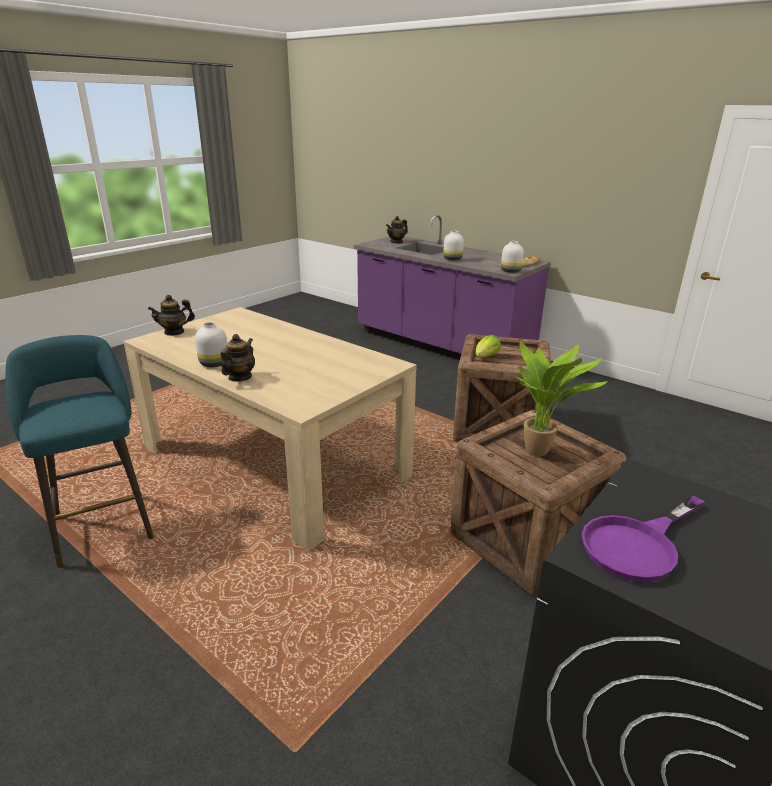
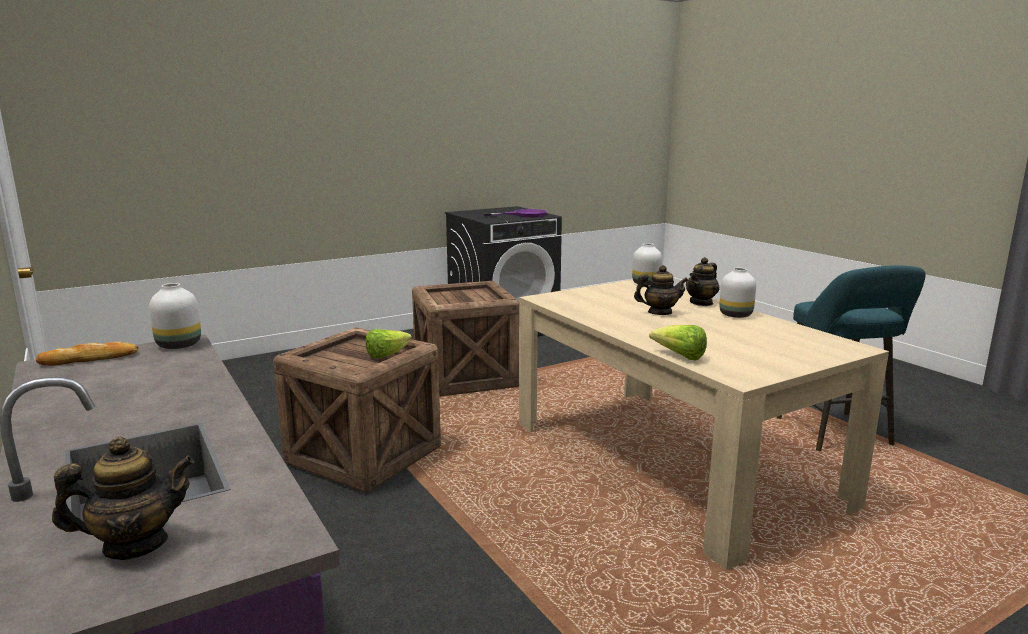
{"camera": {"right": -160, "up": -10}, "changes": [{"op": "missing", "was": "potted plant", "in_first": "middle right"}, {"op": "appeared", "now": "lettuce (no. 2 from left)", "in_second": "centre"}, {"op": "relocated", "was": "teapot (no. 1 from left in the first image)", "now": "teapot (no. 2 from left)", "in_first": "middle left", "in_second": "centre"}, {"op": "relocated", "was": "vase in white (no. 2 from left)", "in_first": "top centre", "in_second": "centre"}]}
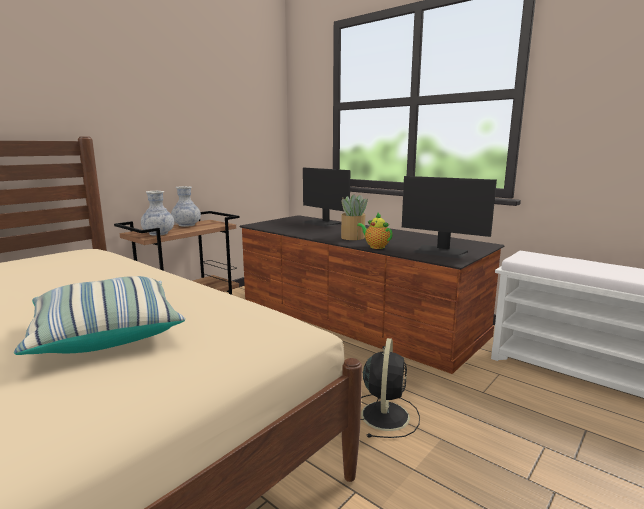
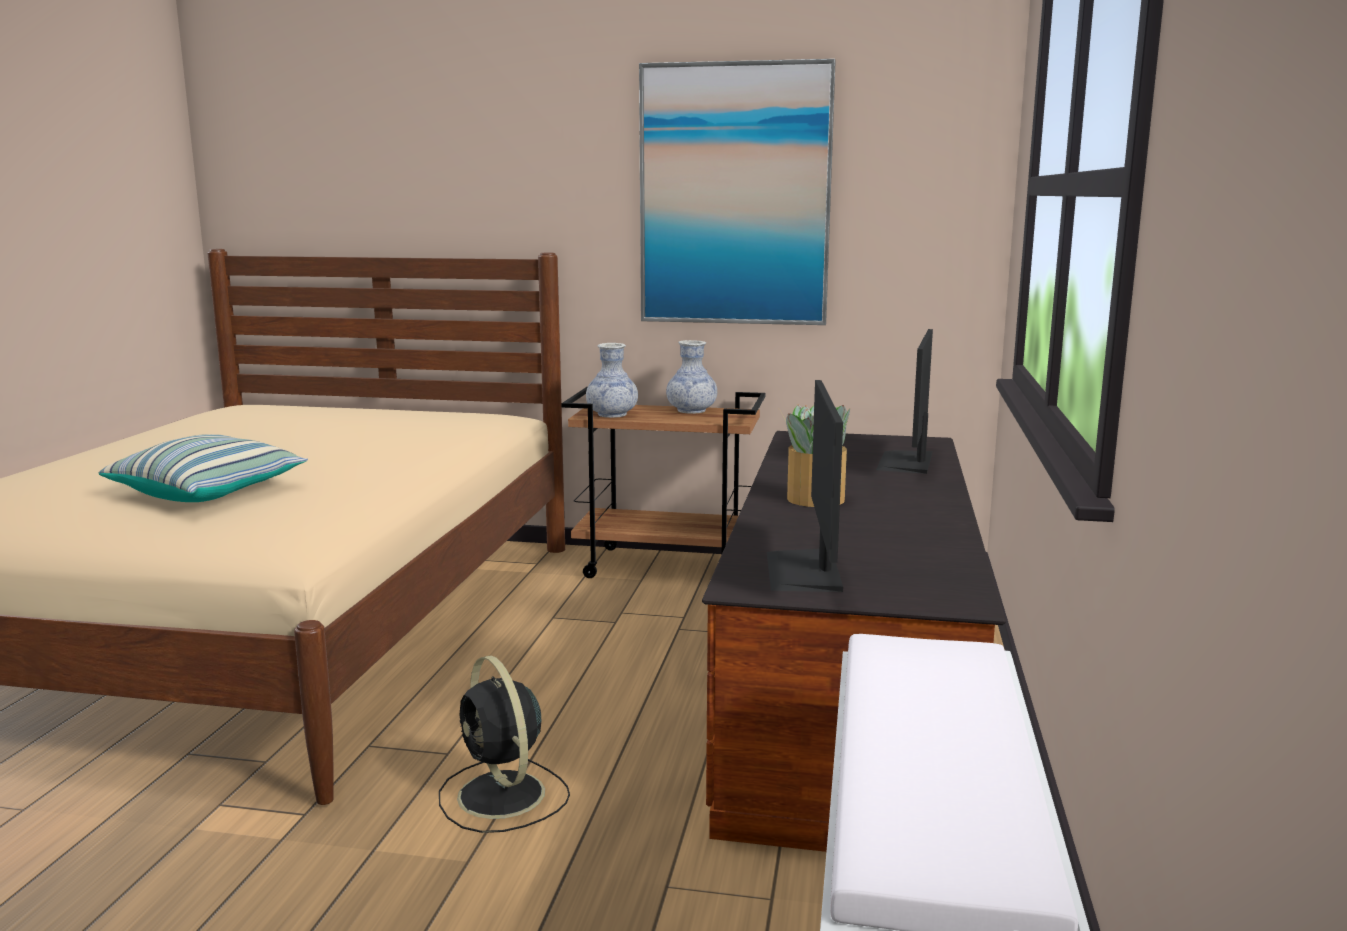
{"camera": {"right": 60, "up": 0}, "changes": [{"op": "missing", "was": "teapot", "in_first": "centre"}, {"op": "appeared", "now": "picture", "in_second": "top centre"}, {"op": "spun", "was": "fan in black", "in_first": "bottom centre", "in_second": "bottom centre", "clockwise": 75}]}
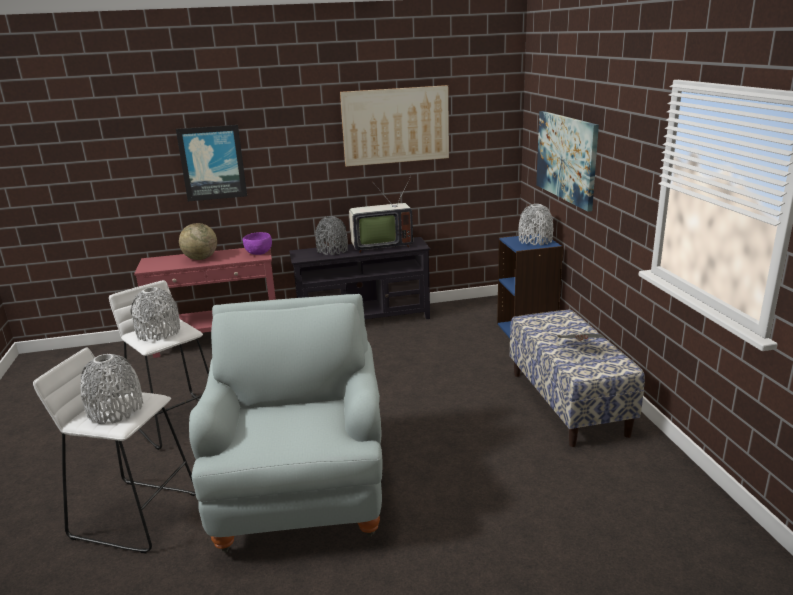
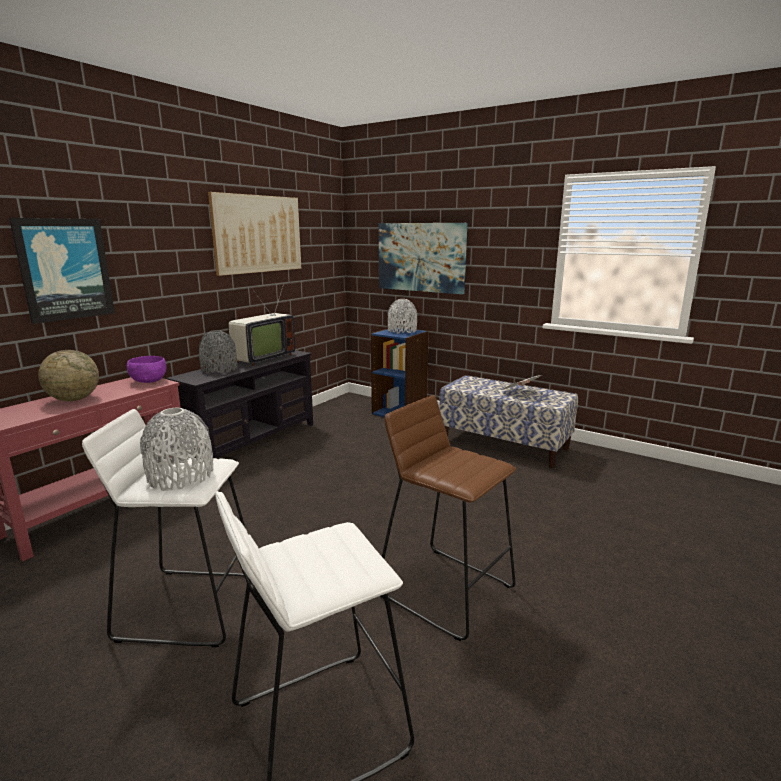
{"camera": {"right": -45, "up": -5}, "changes": [{"op": "missing", "was": "vase in grey (no. 1 from left)", "in_first": "middle left"}, {"op": "exchanged", "was": "armchair in grey", "now": "stool in brown", "in_first": "bottom centre", "in_second": "centre"}]}
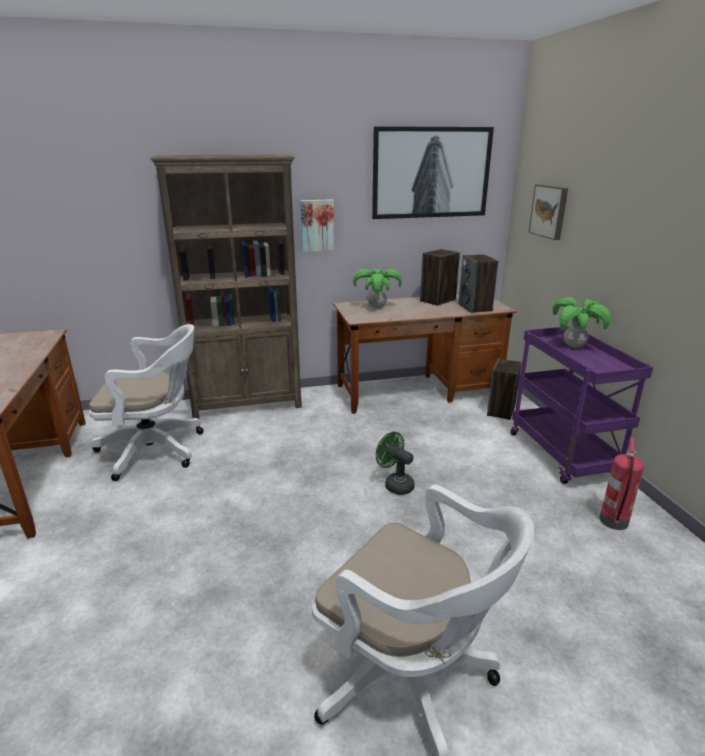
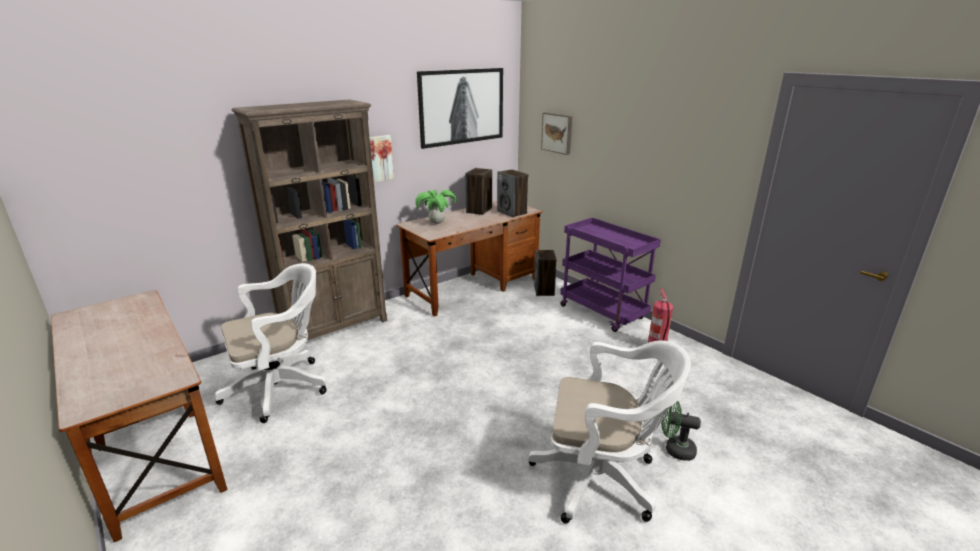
{"camera": {"right": -25, "up": 0}, "changes": [{"op": "missing", "was": "potted plant (no. 2 from left)", "in_first": "middle right"}, {"op": "relocated", "was": "fan in green", "in_first": "centre", "in_second": "bottom right"}]}
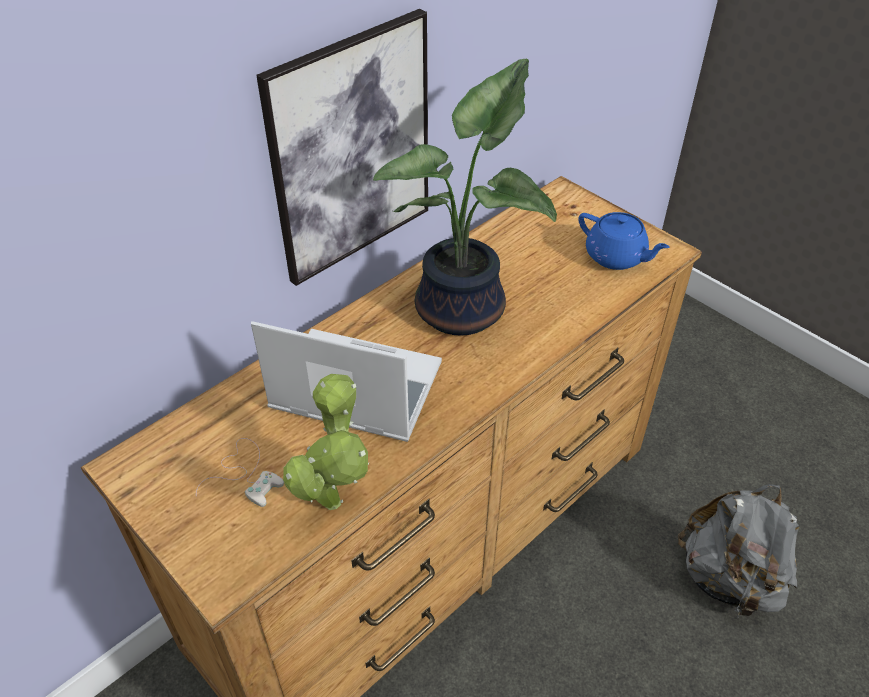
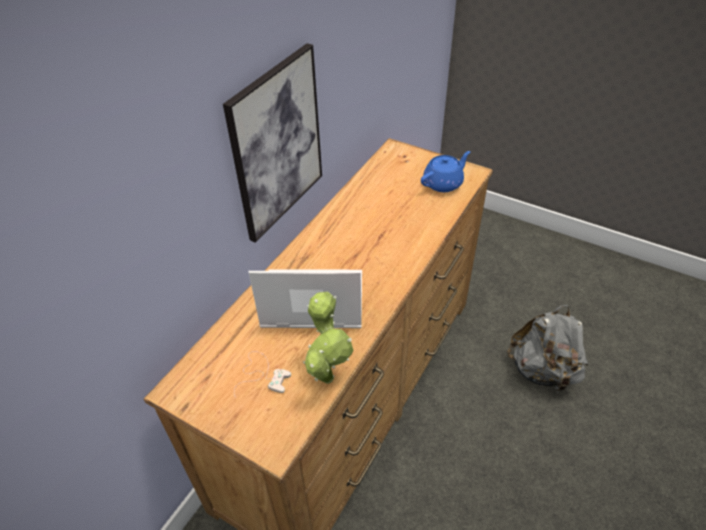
{"camera": {"right": -15, "up": 0}, "changes": [{"op": "missing", "was": "potted plant (no. 2 from left)", "in_first": "top centre"}, {"op": "spun", "was": "teapot in blue", "in_first": "middle right", "in_second": "top centre", "clockwise": -60}]}
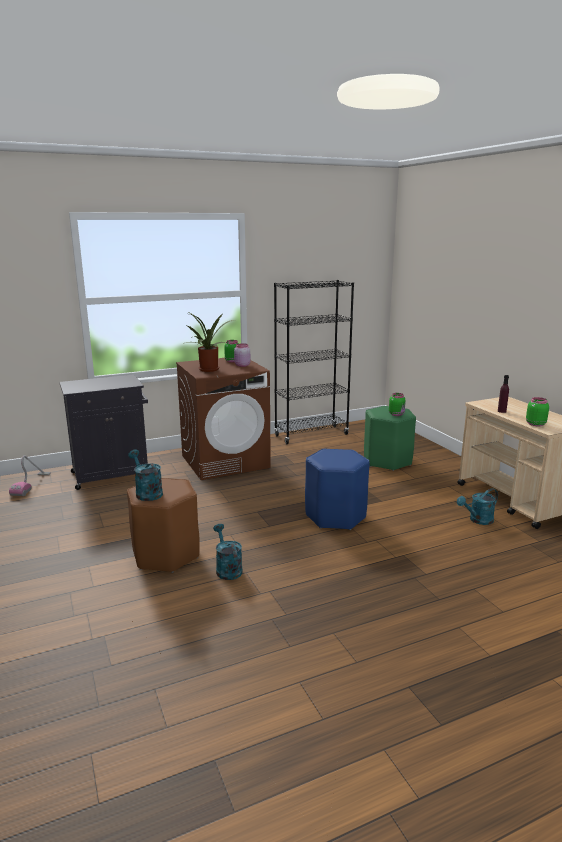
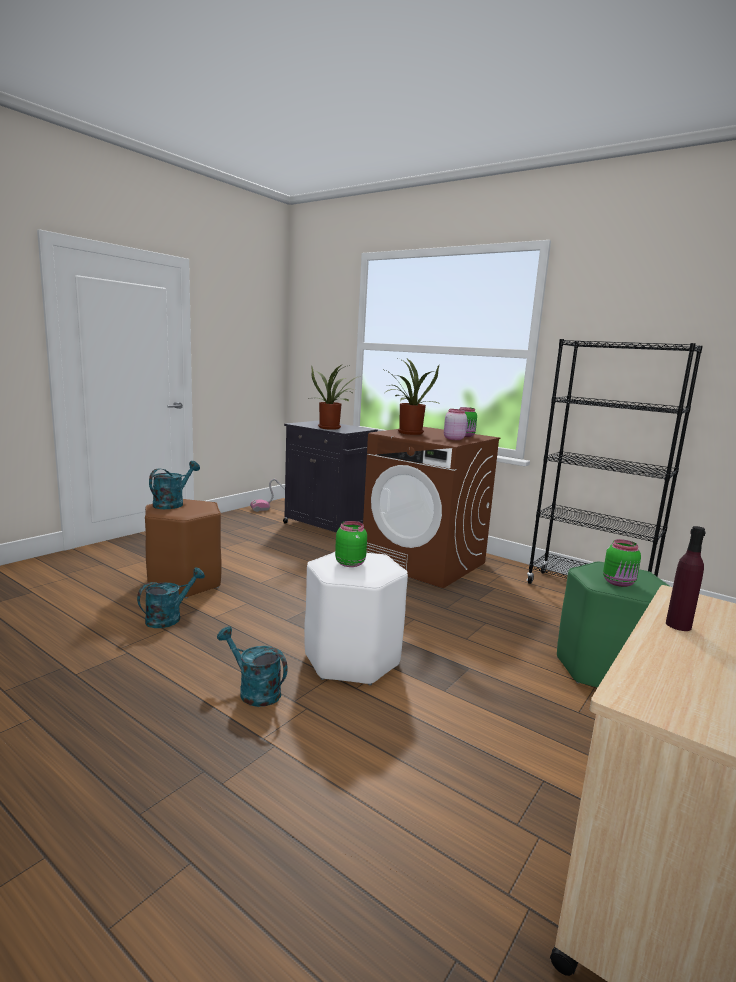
{"camera": {"right": 60, "up": -5}, "changes": [{"op": "appeared", "now": "potted plant (no. 1 from left)", "in_second": "centre"}, {"op": "relocated", "was": "watering can in turquoise (no. 3 from left)", "in_first": "middle right", "in_second": "bottom centre"}, {"op": "relocated", "was": "jar in green (no. 3 from left in the first image)", "now": "jar in green (no. 1 from left)", "in_first": "middle right", "in_second": "centre"}, {"op": "colour", "was": "stool in blue", "now": "stool in white", "in_first": "centre", "in_second": "centre"}]}
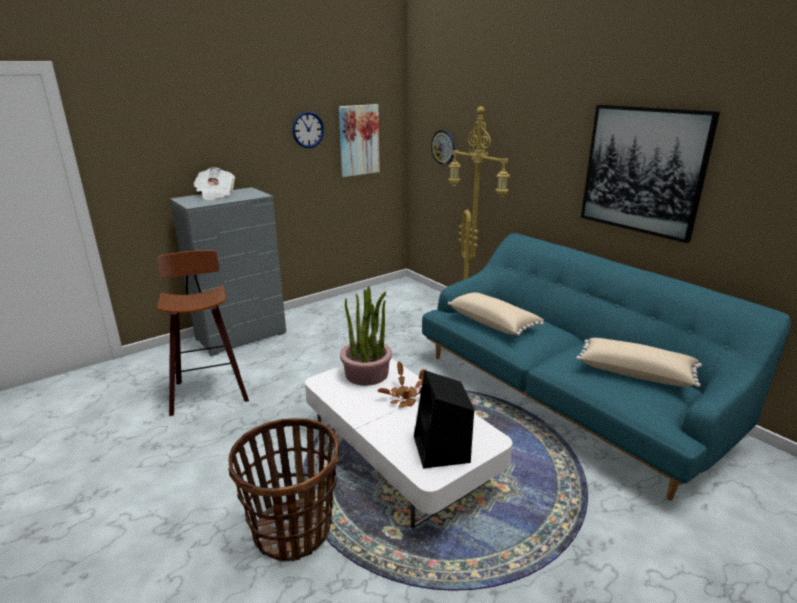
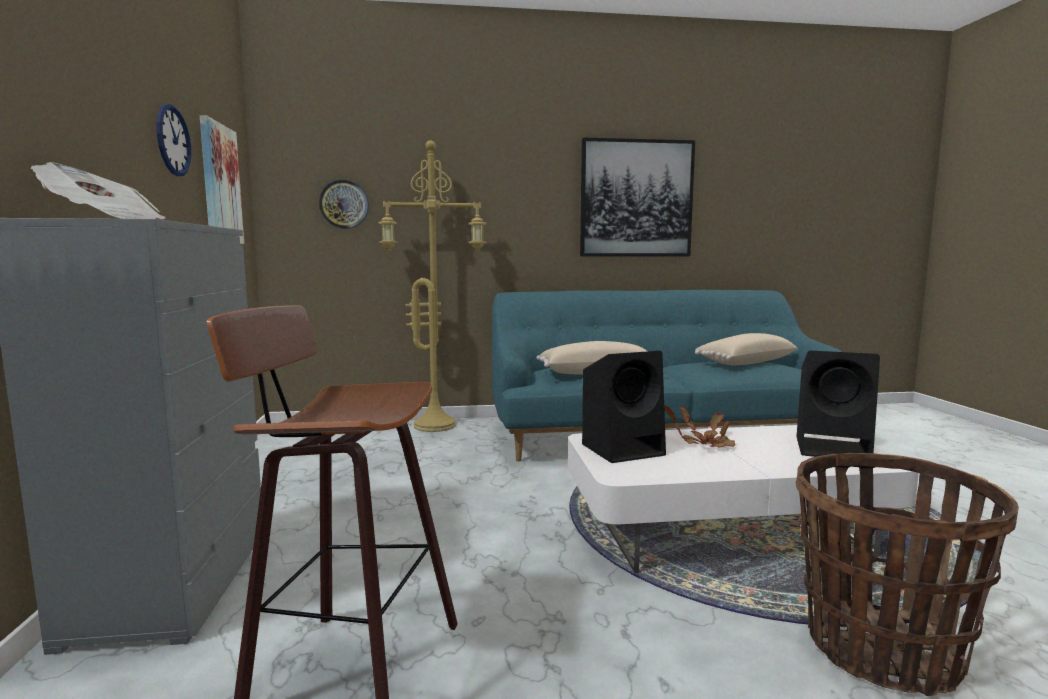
{"camera": {"right": -60, "up": -15}, "changes": [{"op": "exchanged", "was": "potted plant (no. 1 from left)", "now": "speaker in black (no. 1 from left)", "in_first": "centre", "in_second": "centre"}]}
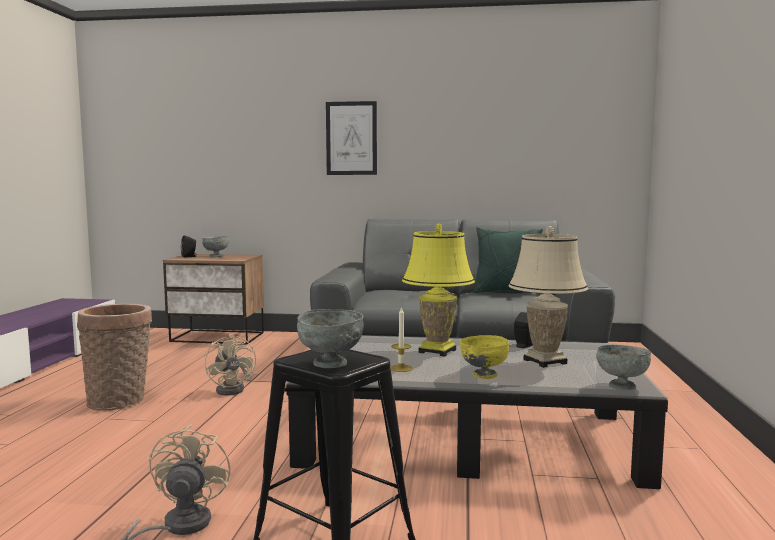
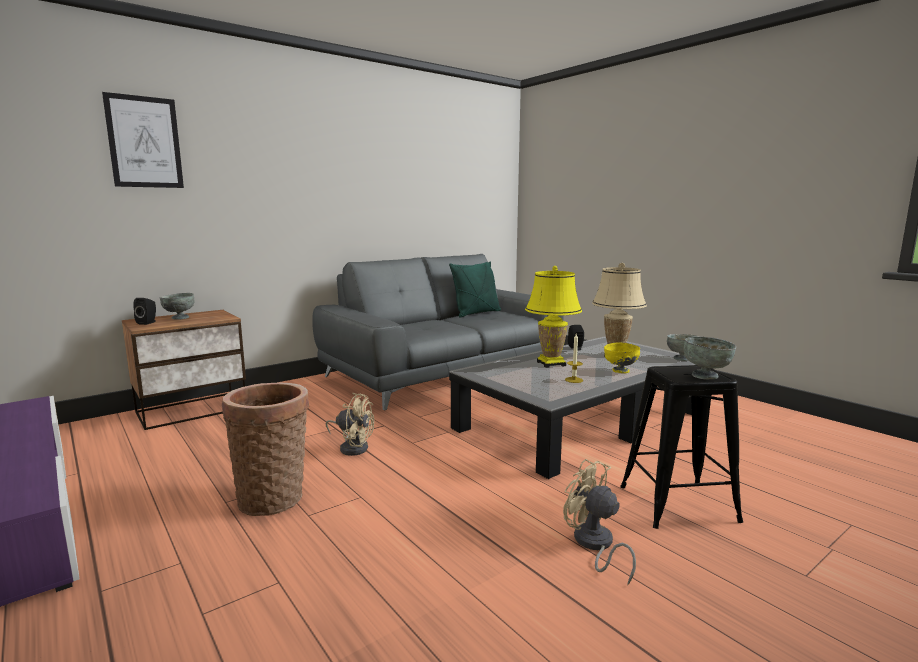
{"camera": {"right": -45, "up": 5}, "changes": [{"op": "relocated", "was": "picture", "in_first": "top centre", "in_second": "top left"}]}
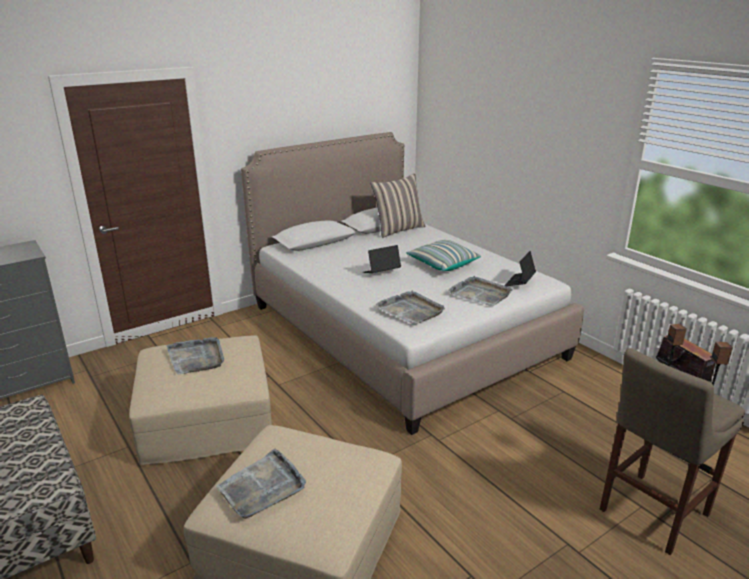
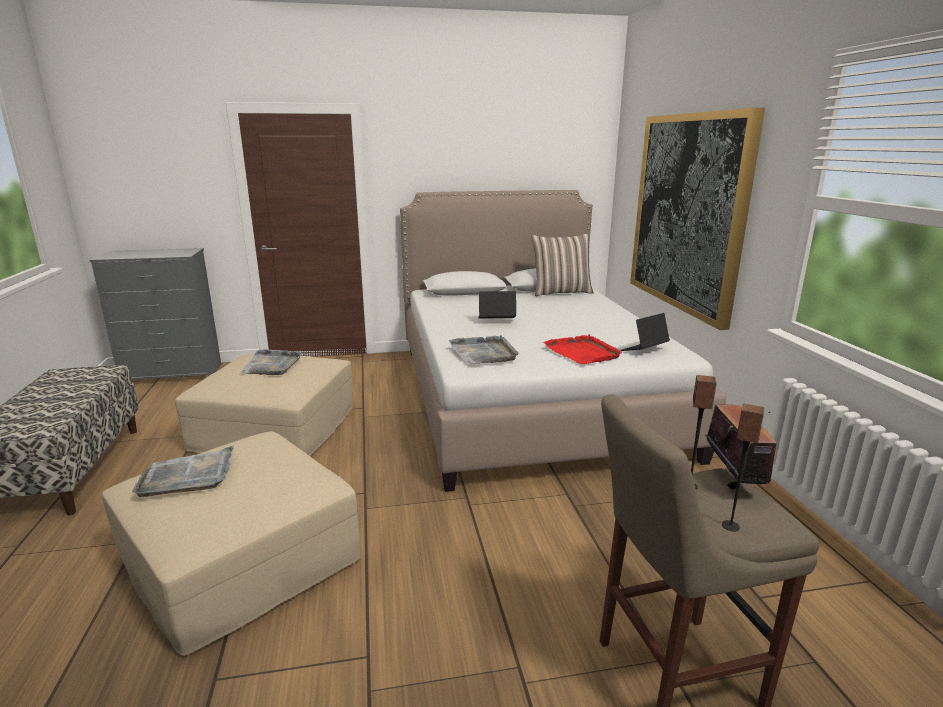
{"camera": {"right": 25, "up": -5}, "changes": [{"op": "missing", "was": "pillow (no. 2 from left)", "in_first": "centre"}, {"op": "appeared", "now": "picture", "in_second": "top right"}, {"op": "colour", "was": "tray in grey (no. 4 from left)", "now": "tray in red", "in_first": "centre", "in_second": "centre"}]}
